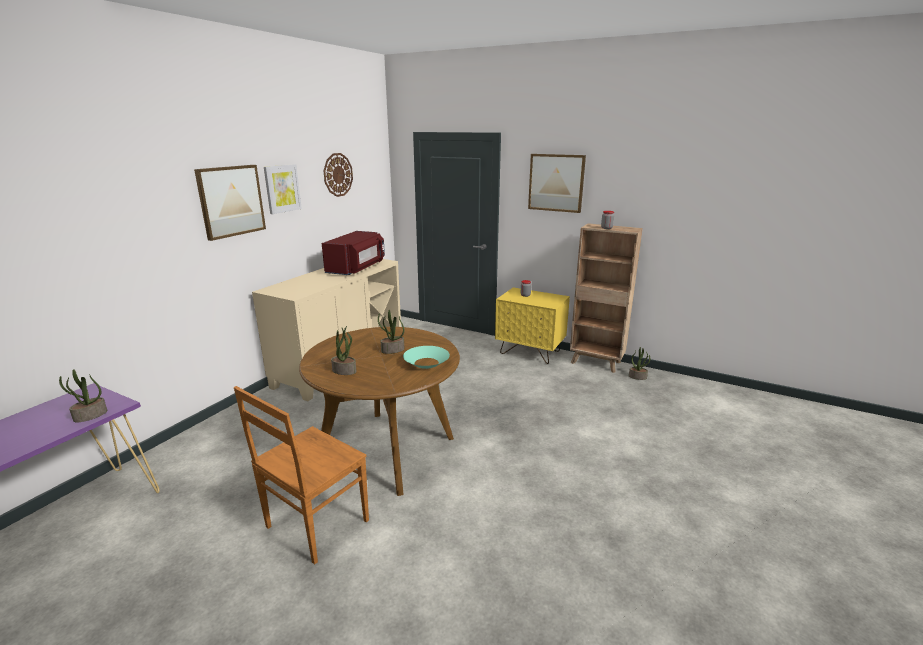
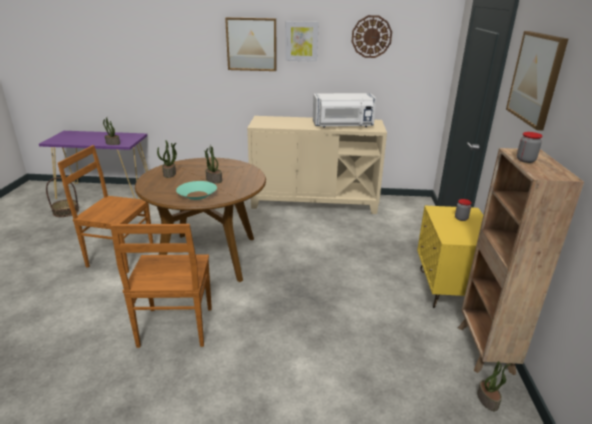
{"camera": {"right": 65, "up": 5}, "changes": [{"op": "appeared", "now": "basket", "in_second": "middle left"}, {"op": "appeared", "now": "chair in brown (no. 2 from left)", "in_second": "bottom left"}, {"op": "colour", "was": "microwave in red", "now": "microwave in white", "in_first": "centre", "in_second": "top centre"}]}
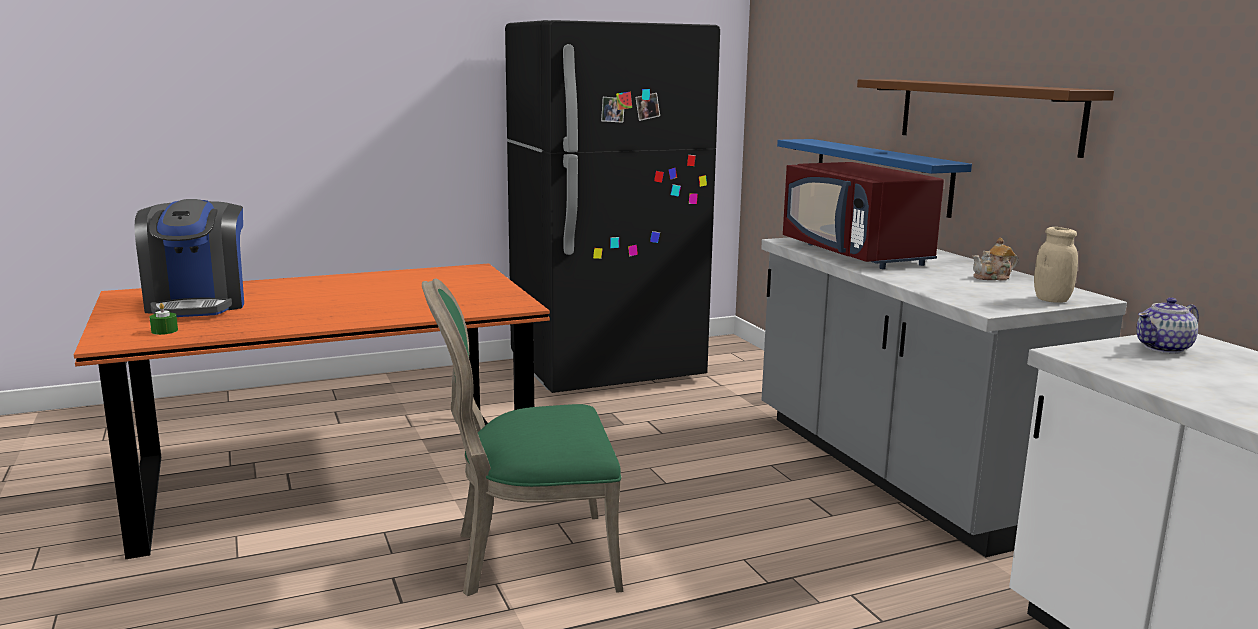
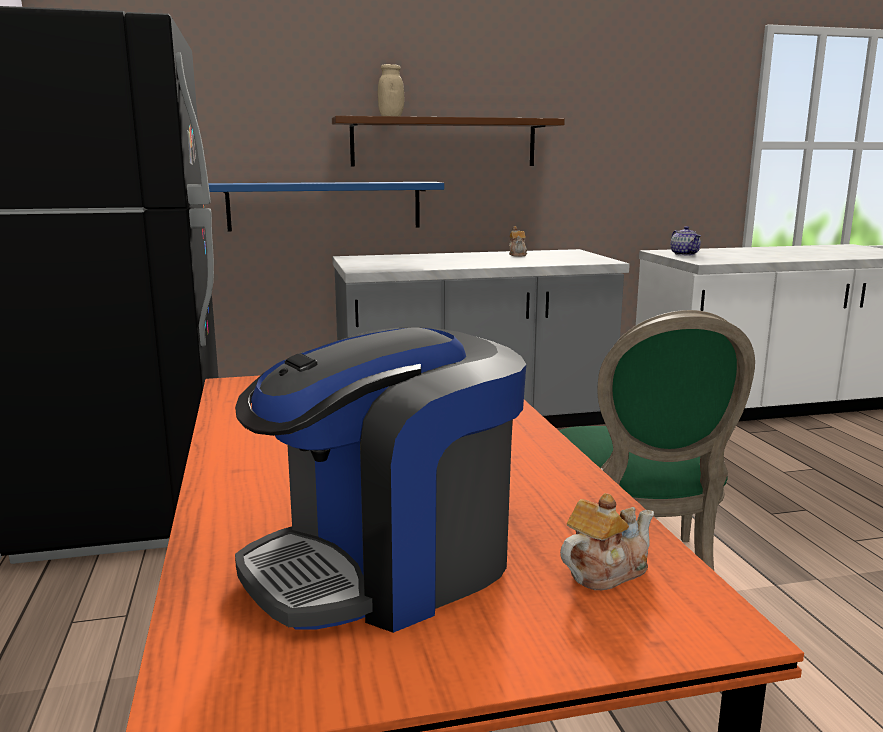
{"camera": {"right": -80, "up": 0}, "changes": [{"op": "missing", "was": "microwave in red", "in_first": "middle right"}, {"op": "relocated", "was": "jar in beige", "in_first": "middle right", "in_second": "top centre"}, {"op": "exchanged", "was": "candle in green", "now": "teapot (no. 2 from left)", "in_first": "middle left", "in_second": "bottom right"}, {"op": "spun", "was": "coffee machine", "in_first": "middle left", "in_second": "centre", "clockwise": 150}]}
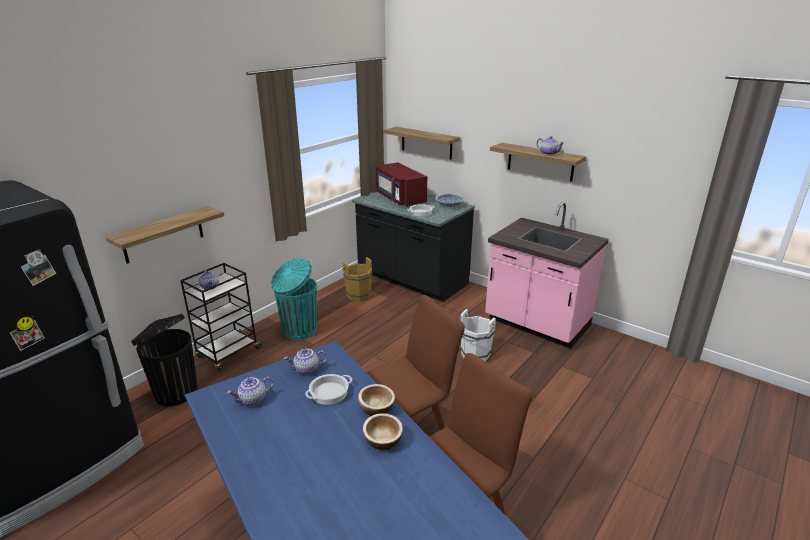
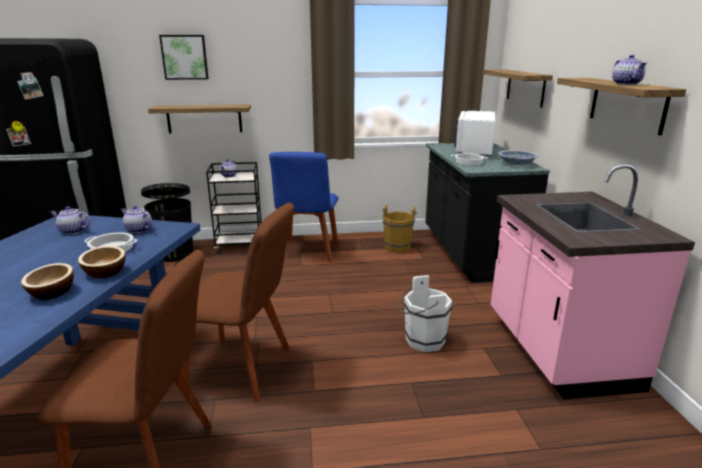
{"camera": {"right": 45, "up": -5}, "changes": [{"op": "appeared", "now": "picture", "in_second": "top left"}, {"op": "exchanged", "was": "trash can in turquoise", "now": "chair in blue", "in_first": "centre", "in_second": "centre"}, {"op": "colour", "was": "microwave in red", "now": "microwave in white", "in_first": "centre", "in_second": "top right"}]}
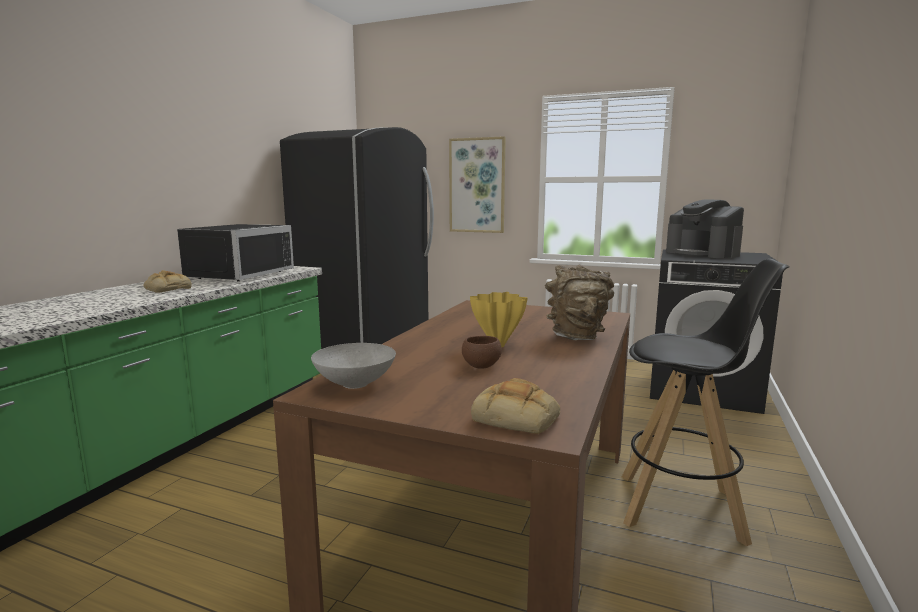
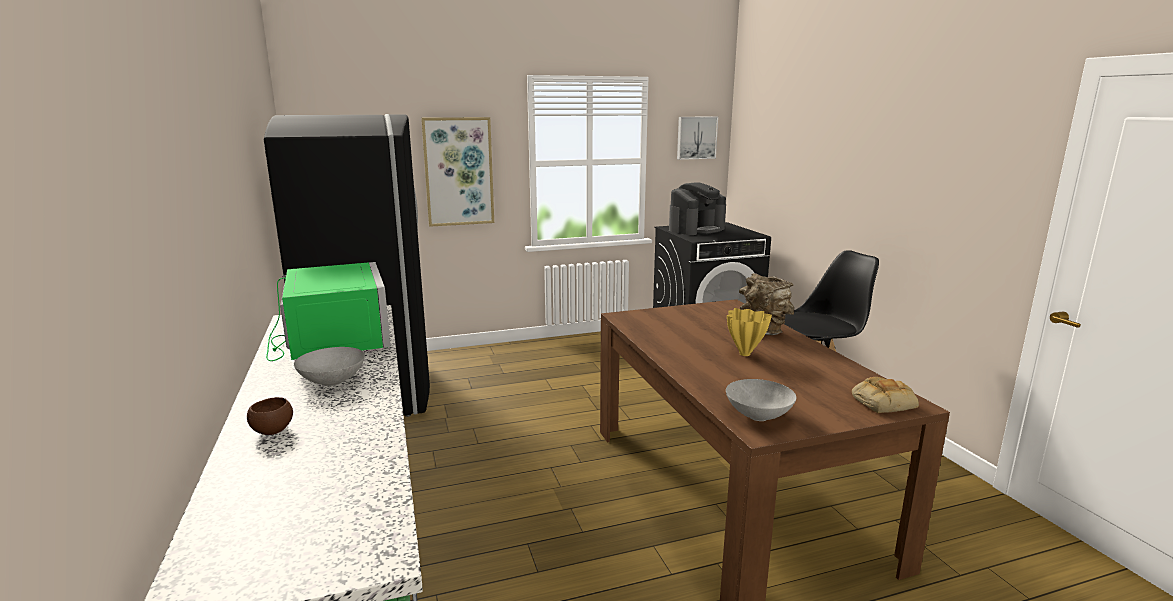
{"camera": {"right": -40, "up": 5}, "changes": [{"op": "appeared", "now": "picture (no. 2 from left)", "in_second": "top centre"}, {"op": "relocated", "was": "bowl in brown", "in_first": "centre", "in_second": "bottom left"}, {"op": "exchanged", "was": "bread (no. 1 from left)", "now": "bowl in grey (no. 1 from left)", "in_first": "middle left", "in_second": "middle left"}, {"op": "colour", "was": "microwave in black", "now": "microwave in green", "in_first": "middle left", "in_second": "middle left"}, {"op": "spun", "was": "coffee machine", "in_first": "middle right", "in_second": "centre", "clockwise": -60}]}
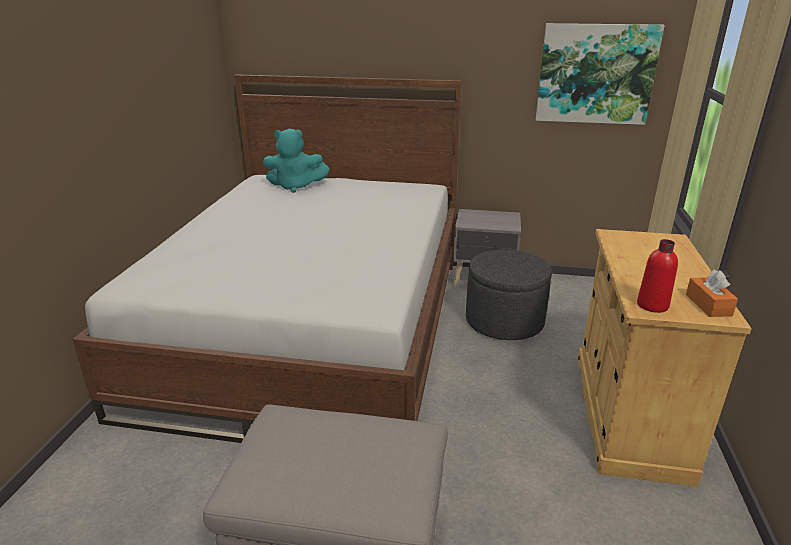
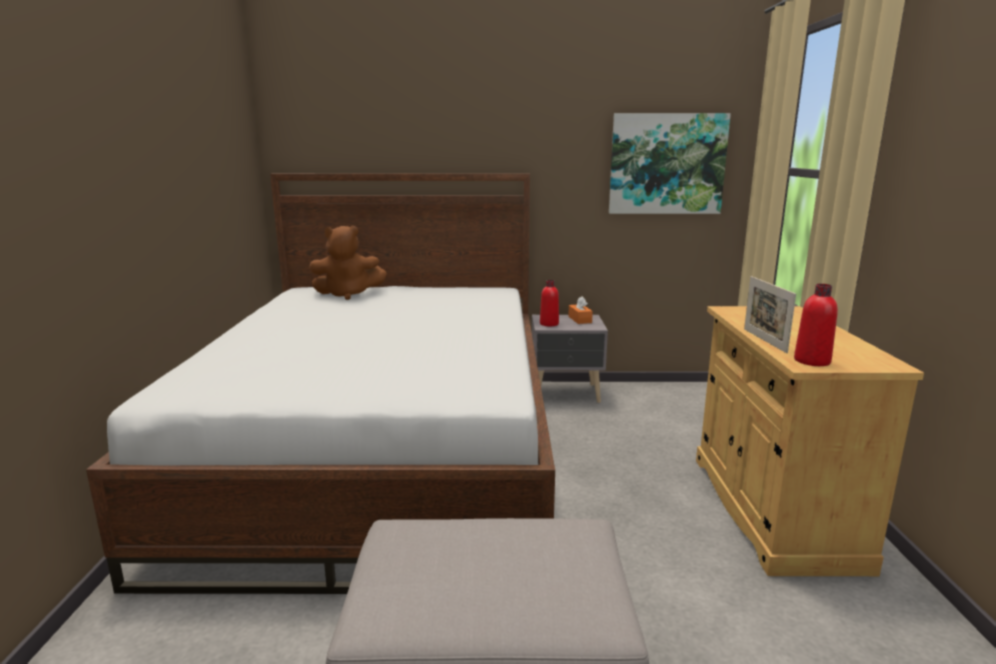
{"camera": {"right": -10, "up": -10}, "changes": [{"op": "missing", "was": "ottoman in grey (no. 2 from left)", "in_first": "centre"}, {"op": "appeared", "now": "bottle in red (no. 1 from left)", "in_second": "centre"}, {"op": "appeared", "now": "picture frame", "in_second": "middle right"}, {"op": "relocated", "was": "tissue box in orange", "in_first": "middle right", "in_second": "centre"}, {"op": "colour", "was": "plush toy in turquoise", "now": "plush toy in brown", "in_first": "top centre", "in_second": "centre"}]}
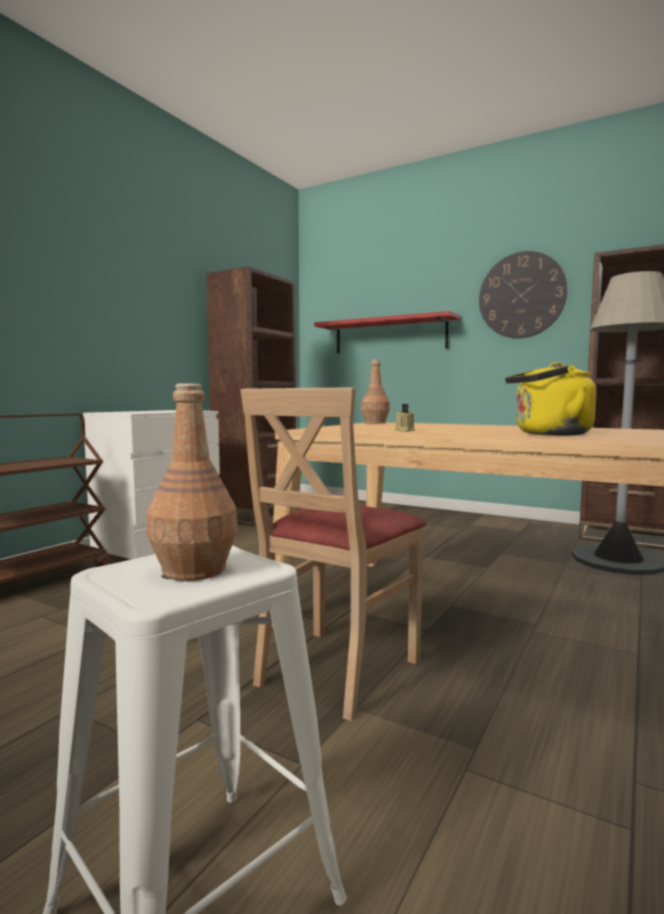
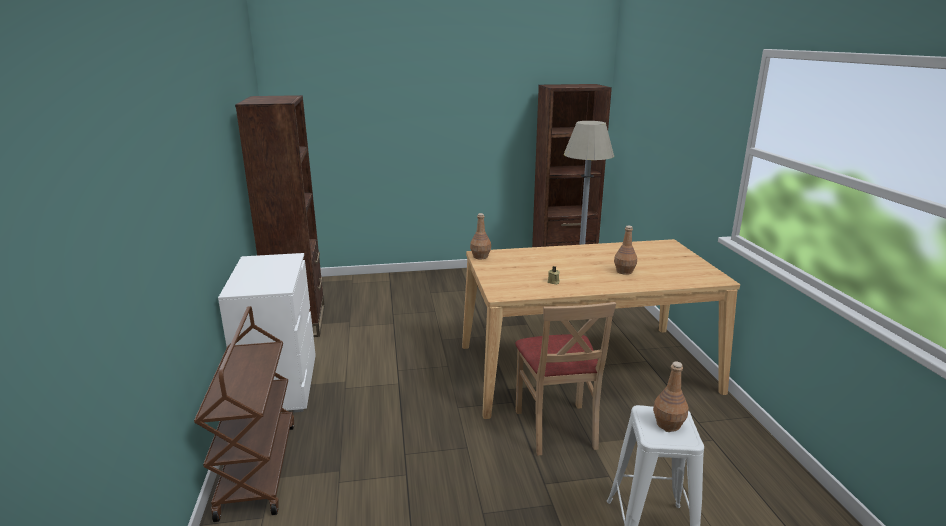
{"camera": {"right": -40, "up": 15}, "changes": [{"op": "missing", "was": "shelf in red", "in_first": "centre"}, {"op": "missing", "was": "wall clock", "in_first": "top right"}, {"op": "exchanged", "was": "kettle in yellow", "now": "bottle in brown (no. 2 from left)", "in_first": "middle right", "in_second": "centre"}]}
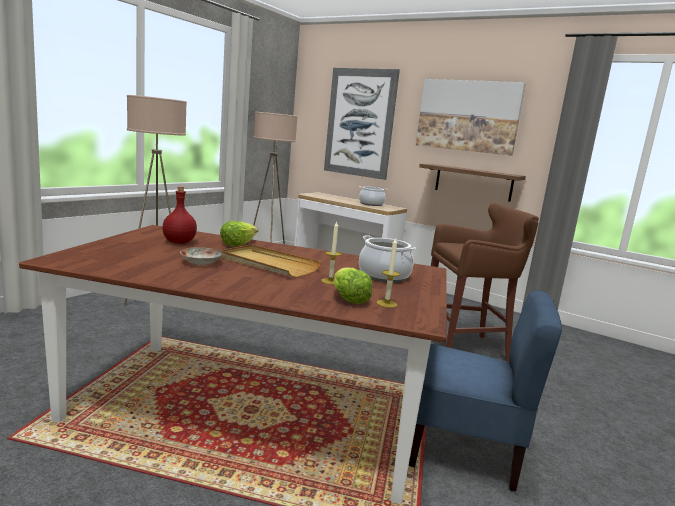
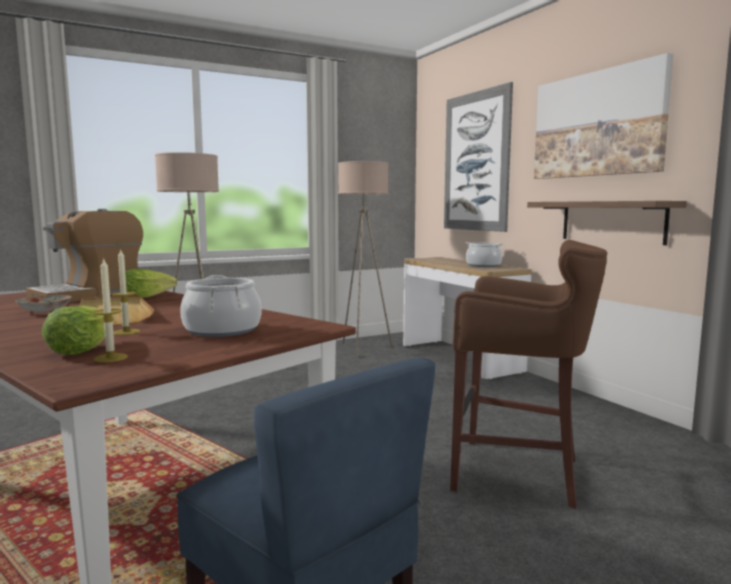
{"camera": {"right": 30, "up": -5}, "changes": [{"op": "exchanged", "was": "bottle in red", "now": "coffee machine", "in_first": "middle left", "in_second": "middle left"}]}
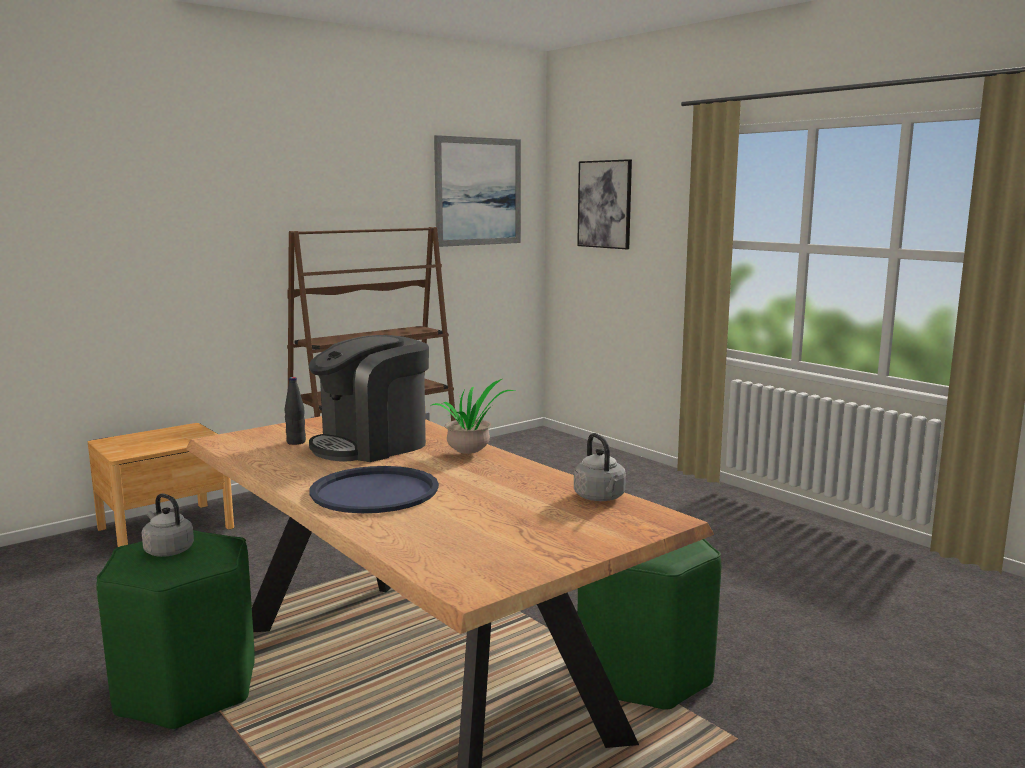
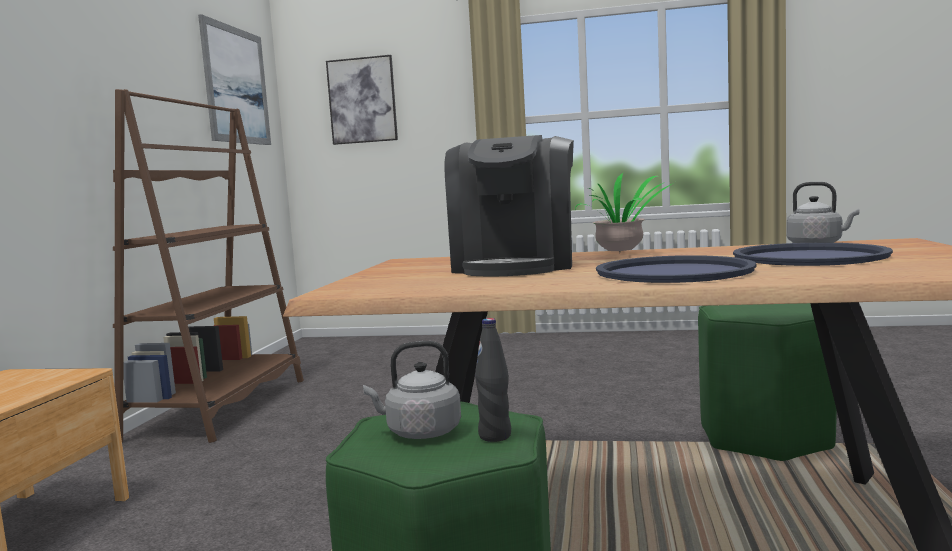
{"camera": {"right": -40, "up": -5}, "changes": [{"op": "appeared", "now": "tray in blue (no. 2 from left)", "in_second": "middle right"}, {"op": "relocated", "was": "bottle in black", "in_first": "middle left", "in_second": "bottom centre"}]}
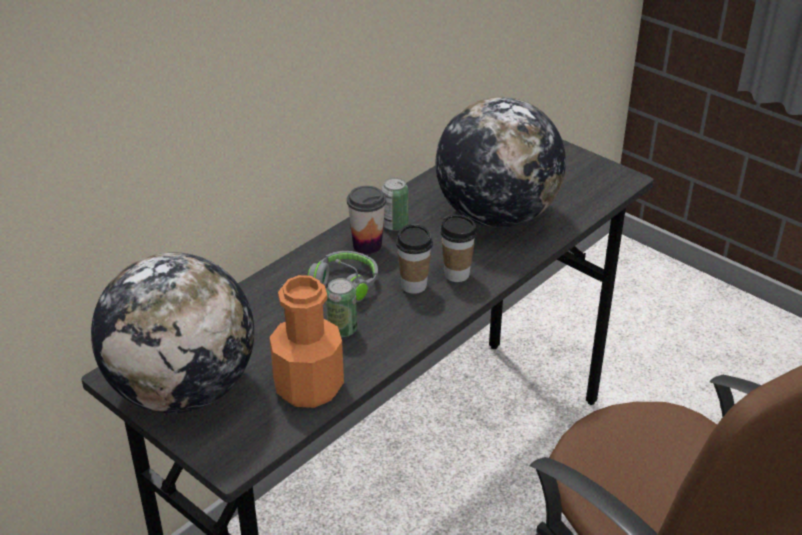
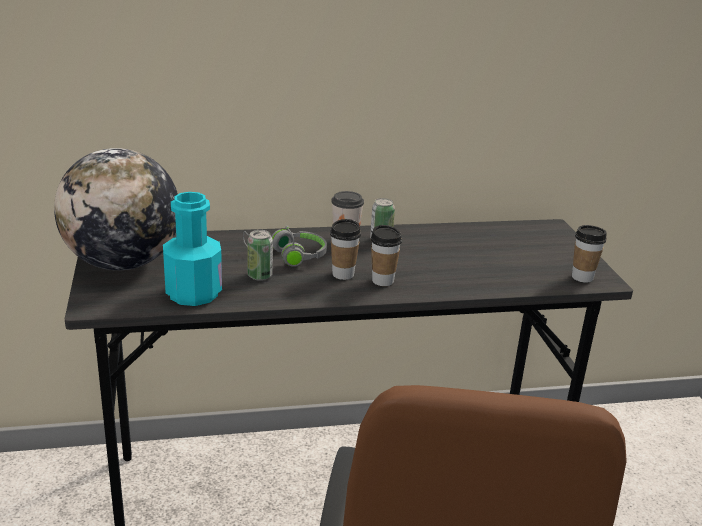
{"camera": {"right": 35, "up": -10}, "changes": [{"op": "missing", "was": "globe (no. 2 from left)", "in_first": "top centre"}, {"op": "appeared", "now": "cup (no. 4 from left)", "in_second": "middle right"}, {"op": "colour", "was": "bottle in orange", "now": "bottle in turquoise", "in_first": "centre", "in_second": "middle left"}]}
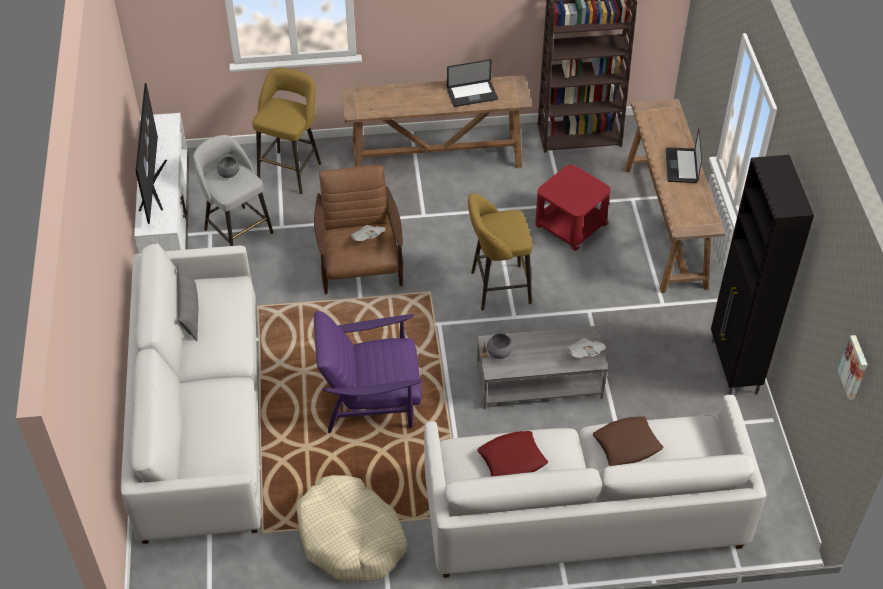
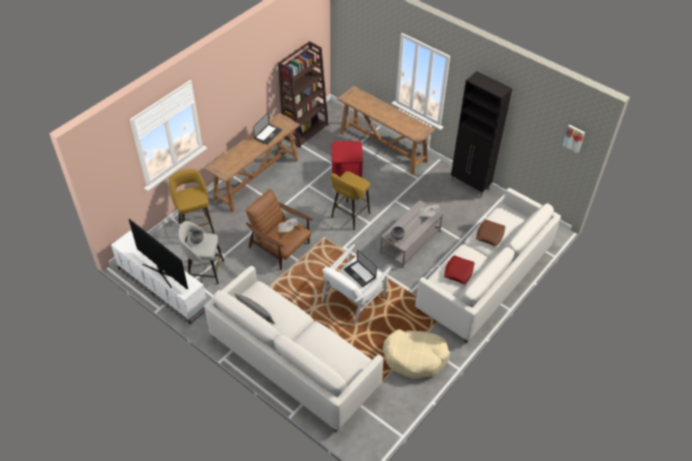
{"camera": {"right": -45, "up": 0}, "changes": [{"op": "relocated", "was": "laptop (no. 2 from left)", "in_first": "top right", "in_second": "centre"}, {"op": "colour", "was": "armchair in purple", "now": "armchair in white", "in_first": "centre", "in_second": "centre"}]}
